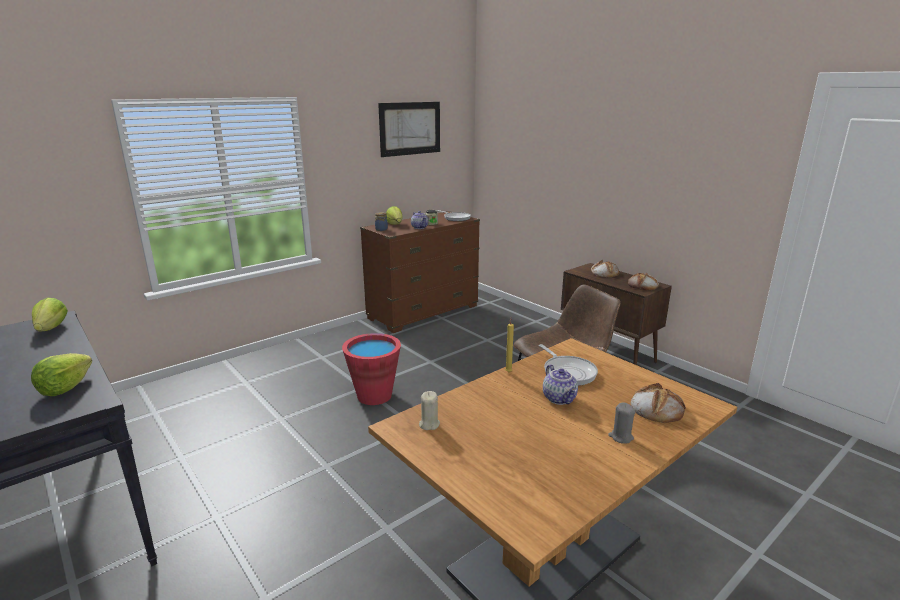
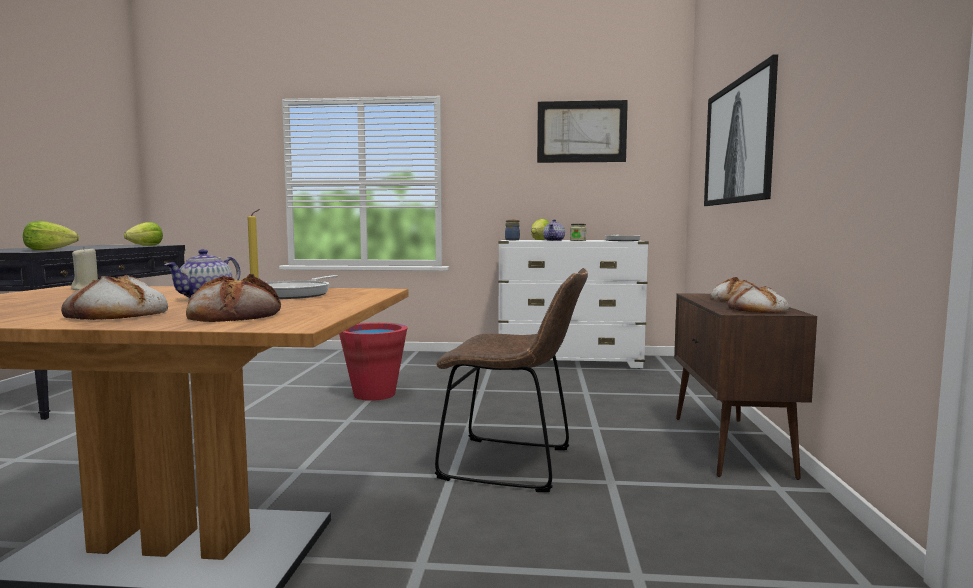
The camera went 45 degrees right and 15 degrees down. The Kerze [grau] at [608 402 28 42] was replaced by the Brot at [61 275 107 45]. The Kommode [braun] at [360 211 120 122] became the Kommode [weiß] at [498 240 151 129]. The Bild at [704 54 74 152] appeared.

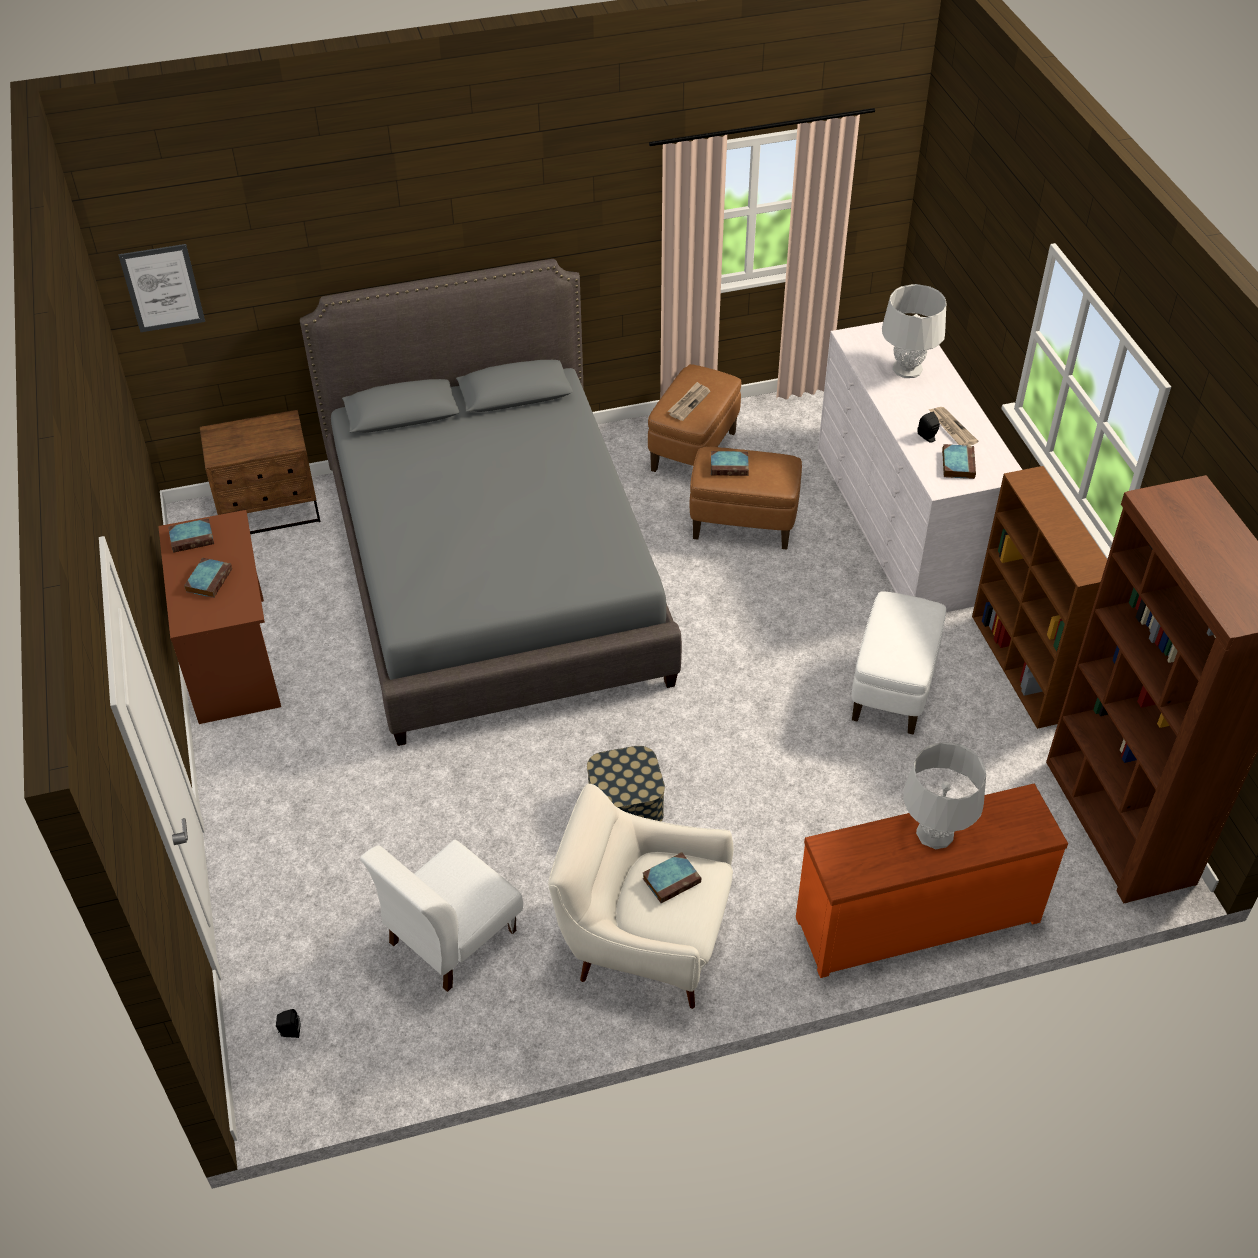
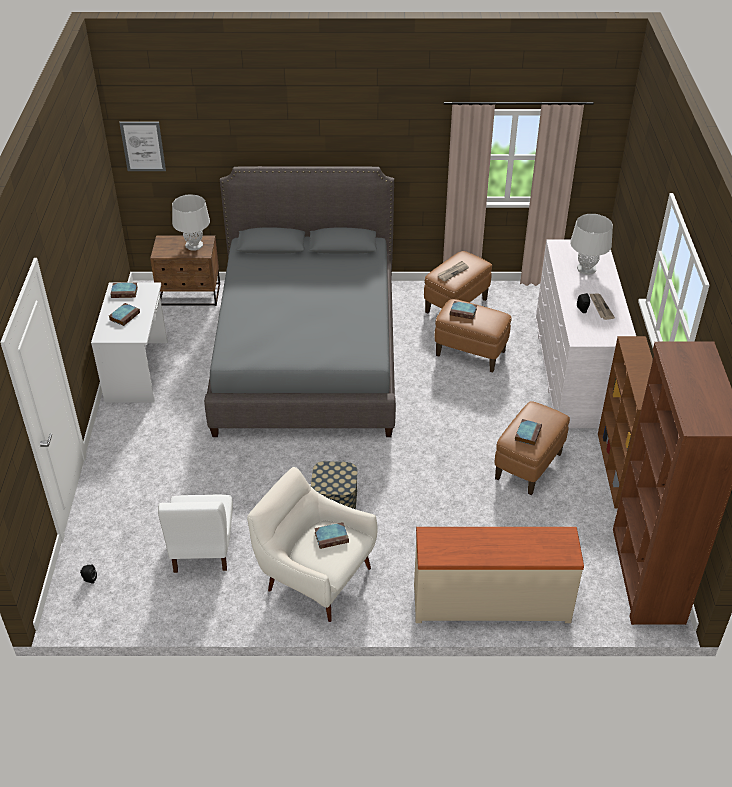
The camera went 15 degrees right and 5 degrees down. The Schreibtisch [braun] at [158 510 123 214] became the Schreibtisch [weiß] at [91 283 76 120]. The Stuhl [weiß] at [360 839 163 153] turned 60 degrees counterclockwise. The Tischlampe [grau] moved from [903 742 83 107] to [172 194 38 57]. The Kommode [orange] at [796 784 272 194] became the Kommode [beige] at [414 527 170 96]. The Polsterhocker [weiß] at [852 591 94 144] became the Polsterhocker [braun] at [495 401 75 94]. The Buch moved from [942 444 34 35] to [515 419 27 27].

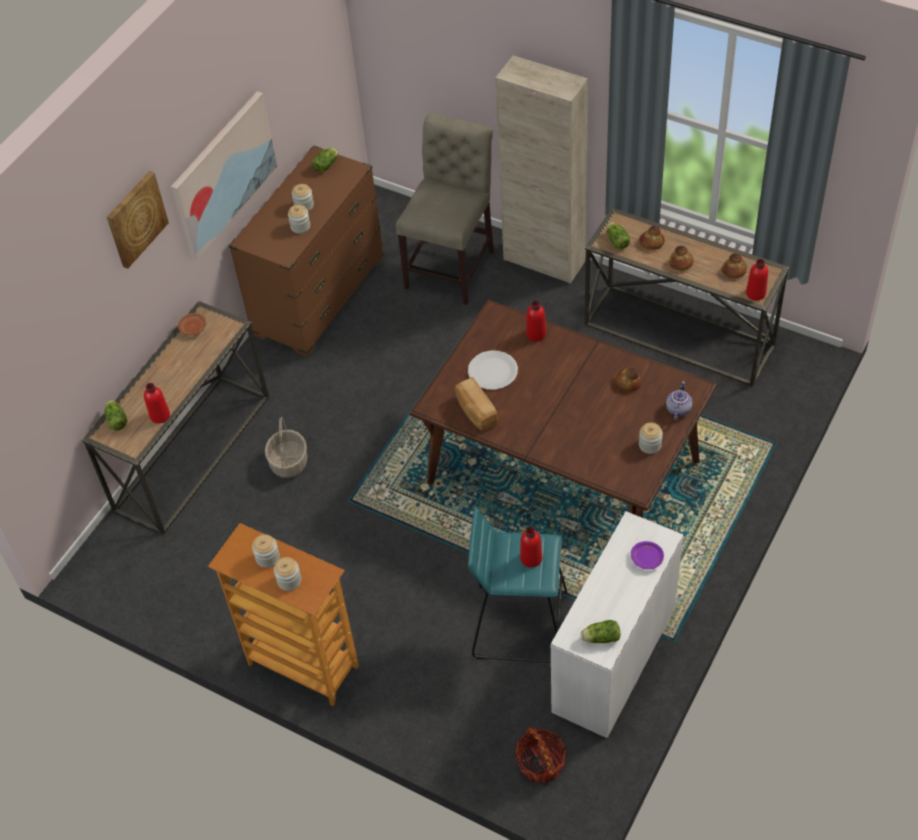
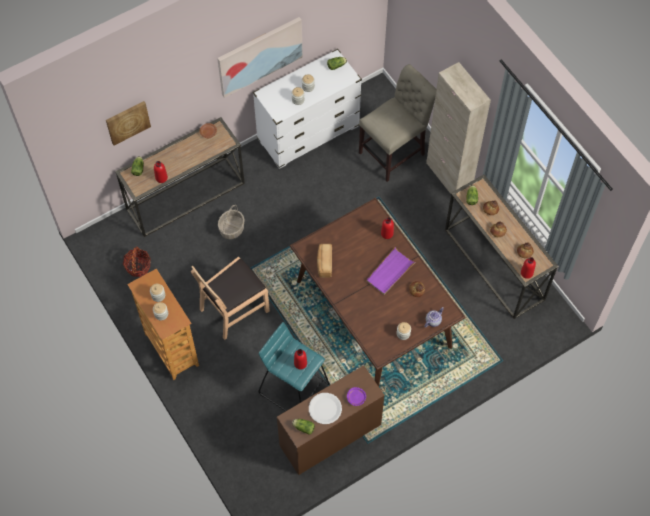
The camera went 25 degrees right and 10 degrees up. The Bild moved from [107 171 62 98] to [106 101 45 45]. The Korb moved from [515 728 52 55] to [123 246 28 31]. The Stuhl [braun] at [191 257 79 83] appeared. The Kommode [braun] at [229 145 155 212] became the Kommode [weiß] at [253 49 109 120]. The Schreibtisch [weiß] at [551 511 132 227] became the Schreibtisch [braun] at [277 365 108 110]. The Teller [weiß] moved from [468 351 50 39] to [309 393 33 31]. The Tablett [lila] at [366 247 49 48] appeared.

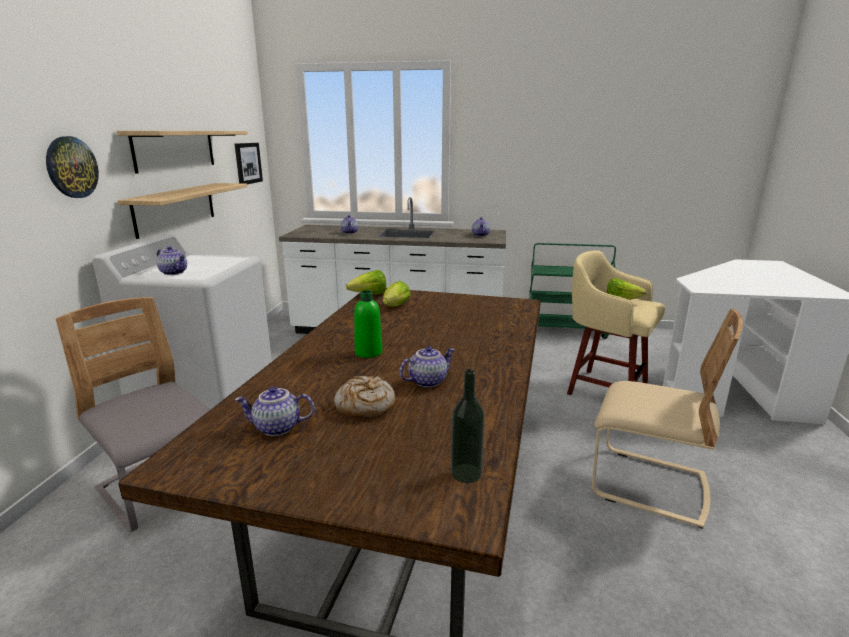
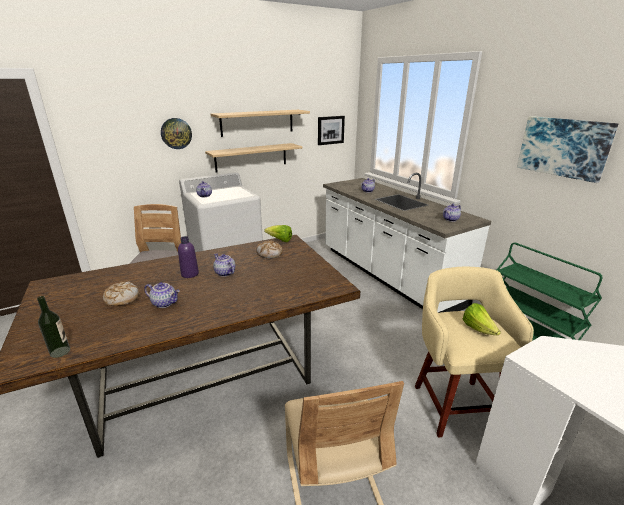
The camera went 50 degrees right and 5 degrees up. The Flasche [grün] at [354 290 28 68] became the Flasche [lila] at [178 236 21 42]. The Teekanne moved from [235 386 79 50] to [213 253 22 24]. The Salatkopf at [383 281 28 25] was replaced by the Brot at [256 241 27 17]. The Bild at [517 116 101 67] appeared.

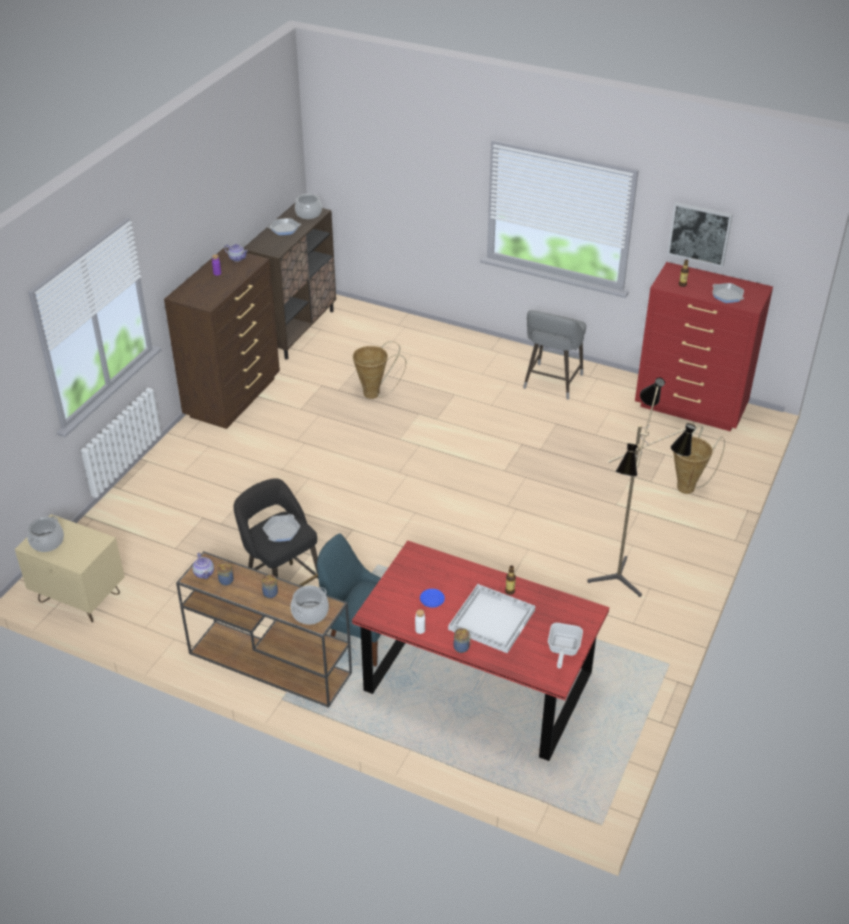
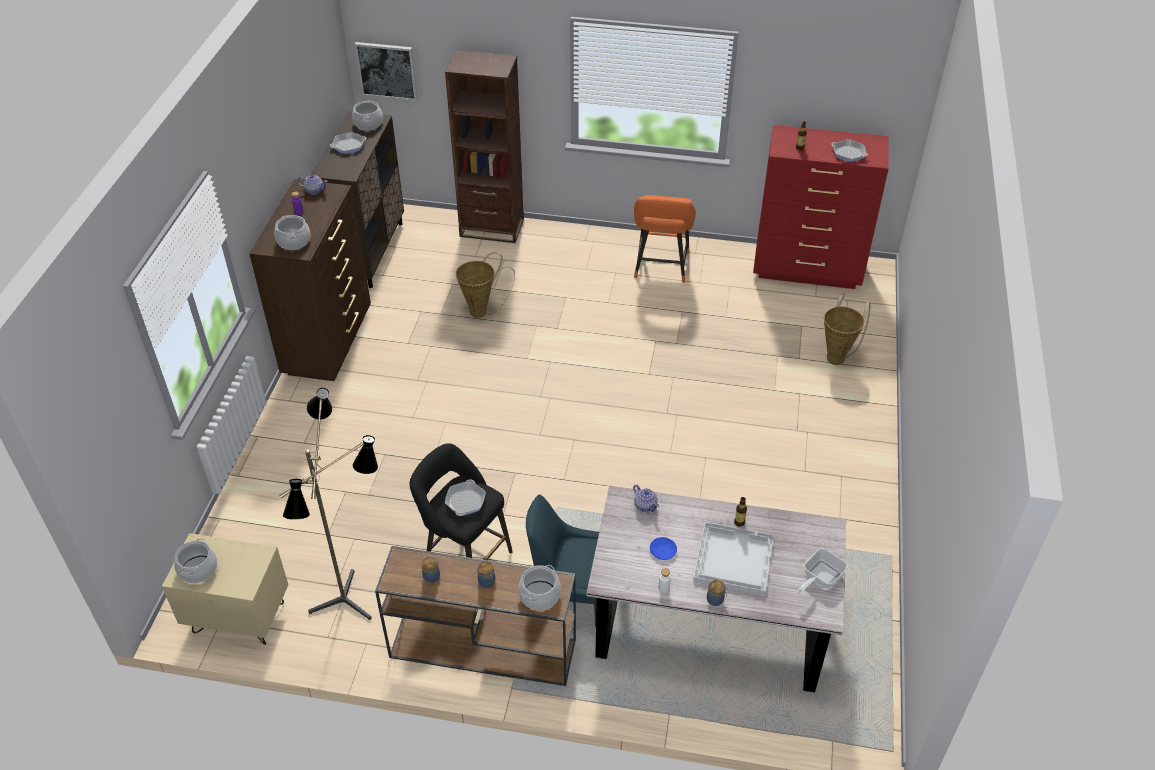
The camera went 15 degrees left and 5 degrees up. The Kochtopf at [274 215 37 35] appeared. The Stehlampe moved from [587 378 109 219] to [279 388 99 232]. The Bild moved from [667 202 66 65] to [355 42 63 59]. The Bücherregal [braun] at [445 50 79 193] appeared. The Esstisch [rot] at [352 540 258 221] became the Esstisch [grau] at [586 485 260 207]. The Teekanne moved from [192 553 22 26] to [633 484 26 28]. The Hocker [grau] at [523 310 63 90] became the Hocker [orange] at [634 195 62 88]. The Pfanne at [548 623 35 46] turned 45 degrees clockwise.

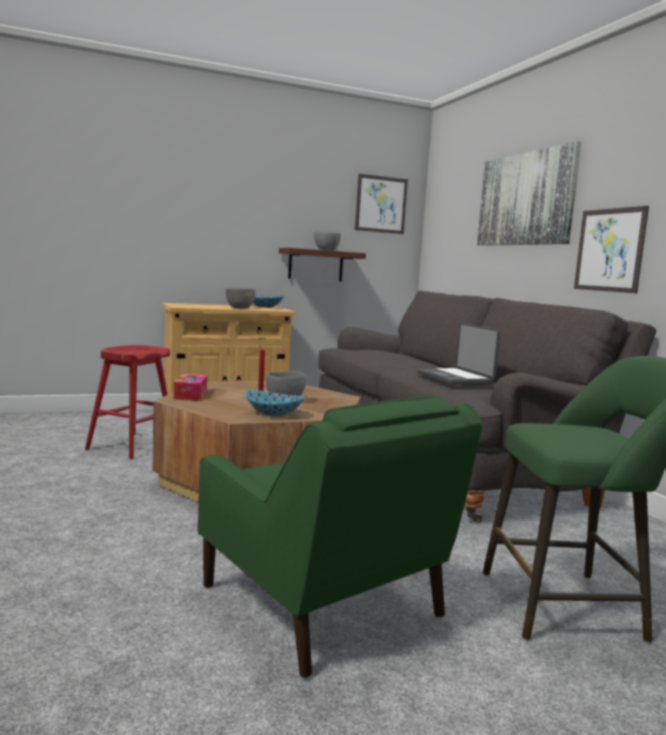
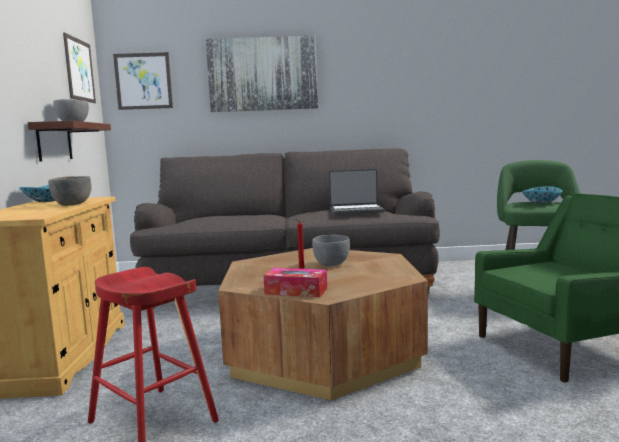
The camera went 70 degrees left and 0 degrees up. The Bild moved from [574 206 75 87] to [113 52 60 58]. The Schüssel moved from [245 390 60 27] to [522 186 40 18].

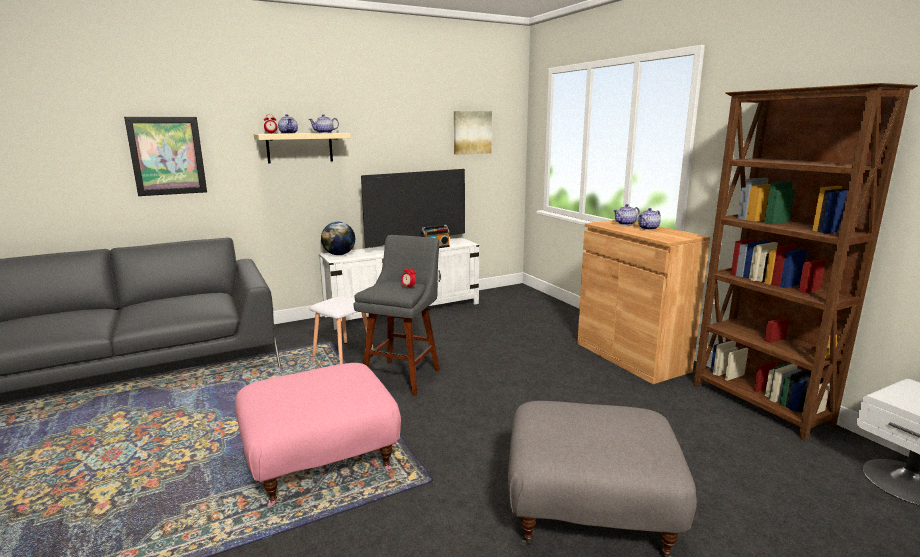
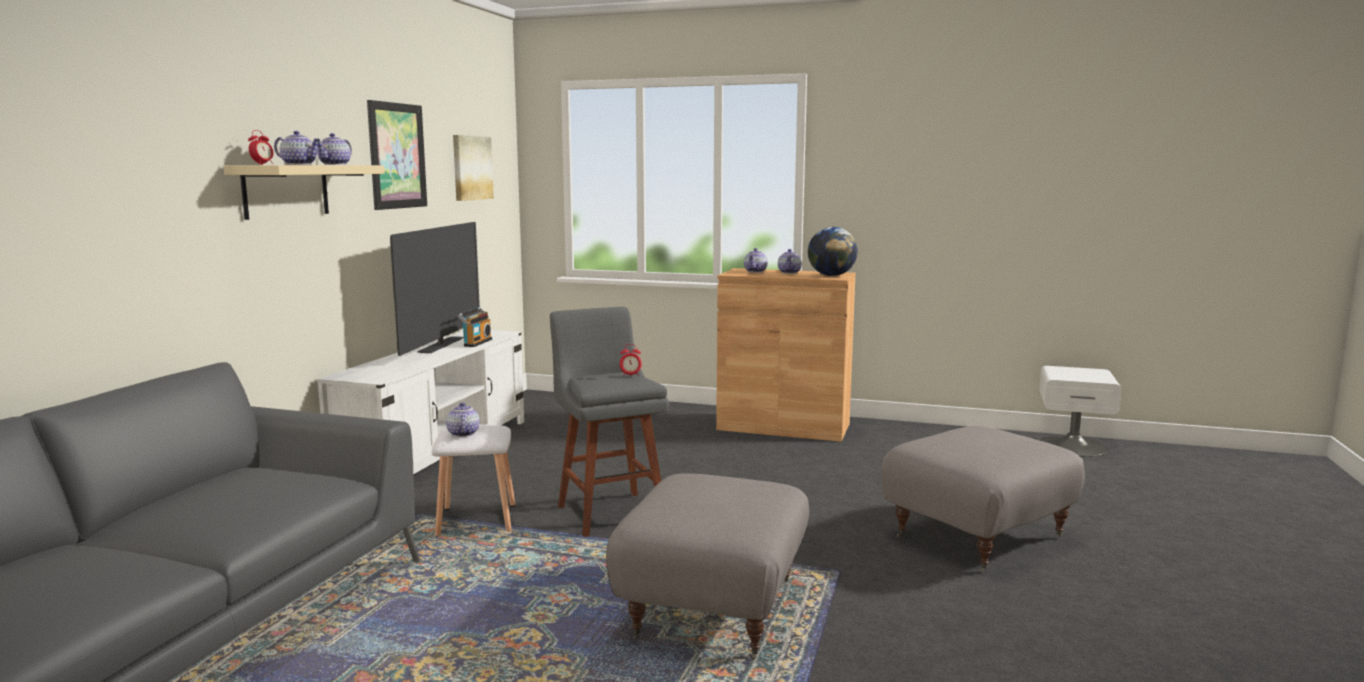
The camera went 45 degrees left and 5 degrees down. The Bild moved from [124 117 83 79] to [367 100 60 110]. The Teekanne at [446 402 34 35] appeared. The Polsterhocker [rosa] at [235 363 166 144] became the Polsterhocker [grau] at [606 473 203 187]. The Globus moved from [321 222 34 33] to [808 227 50 49]. The Bücherregal [braun] at [694 83 224 358] disappeared.

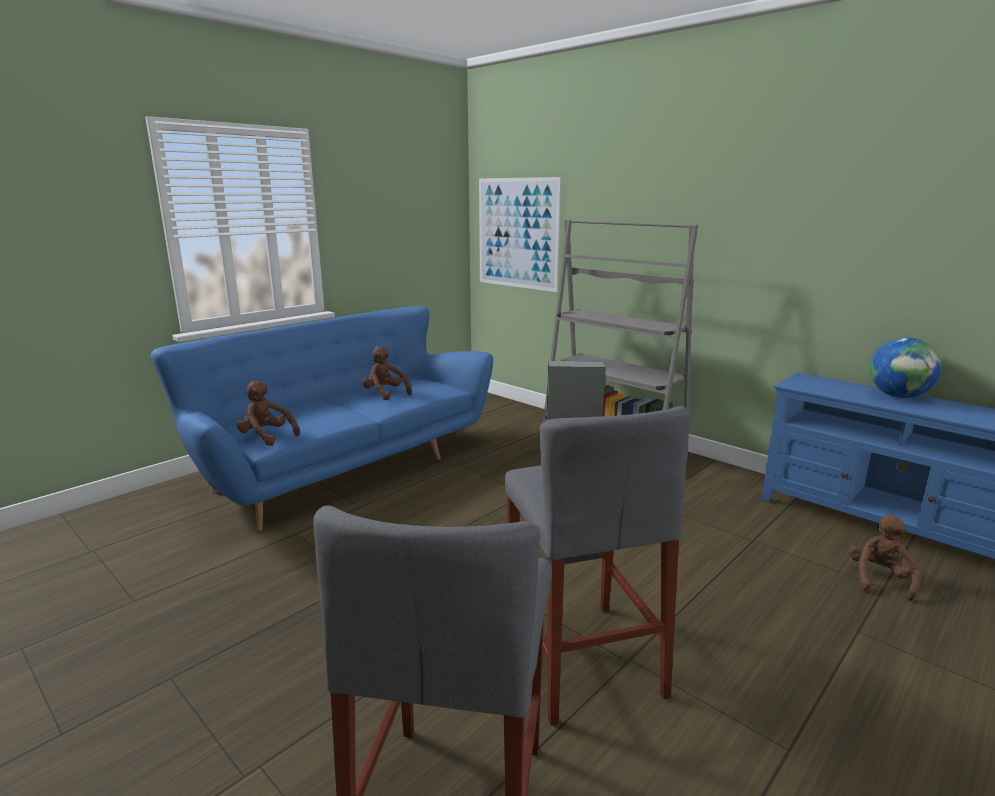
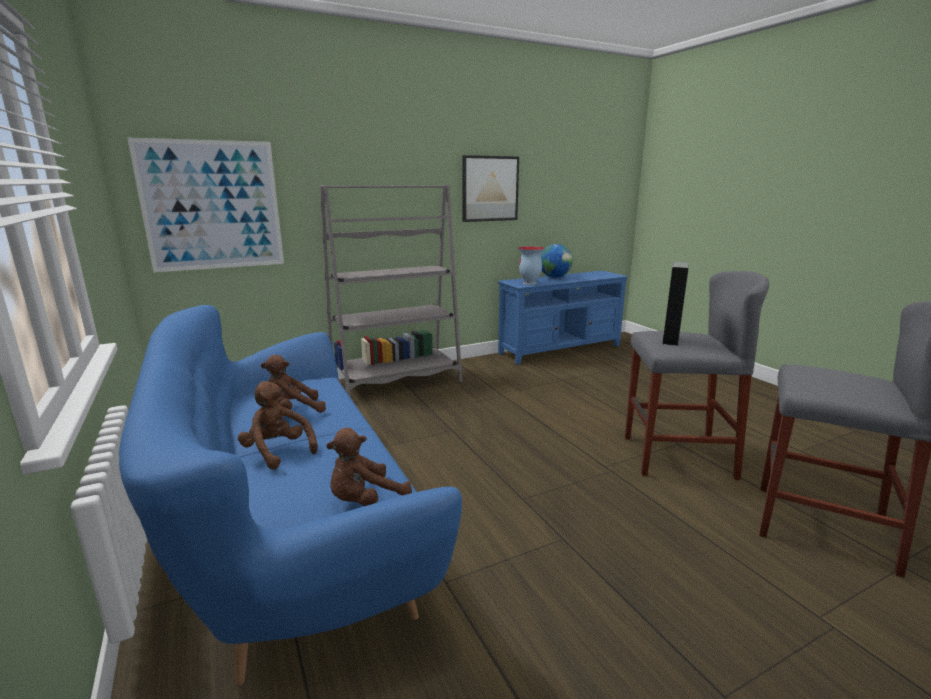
The camera went 70 degrees left and 0 degrees up. The Plüschtier [braun] moved from [849 514 72 87] to [238 381 80 89]. The Bild at [462 155 57 67] appeared. The Vase at [518 246 27 39] appeared.

